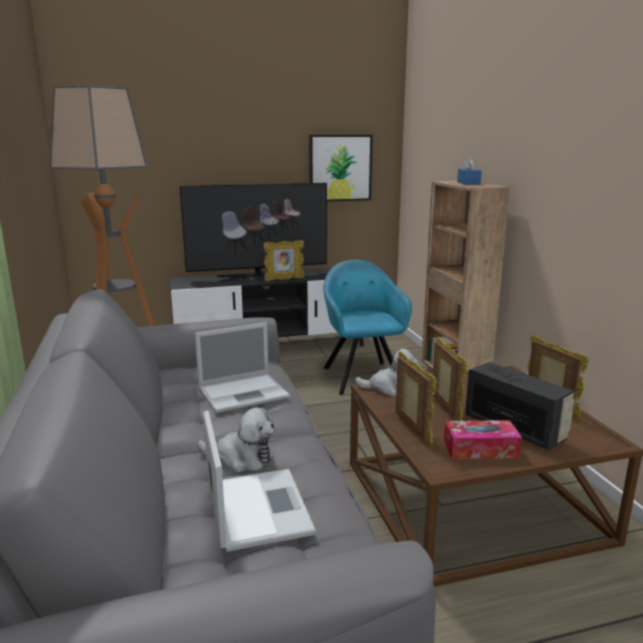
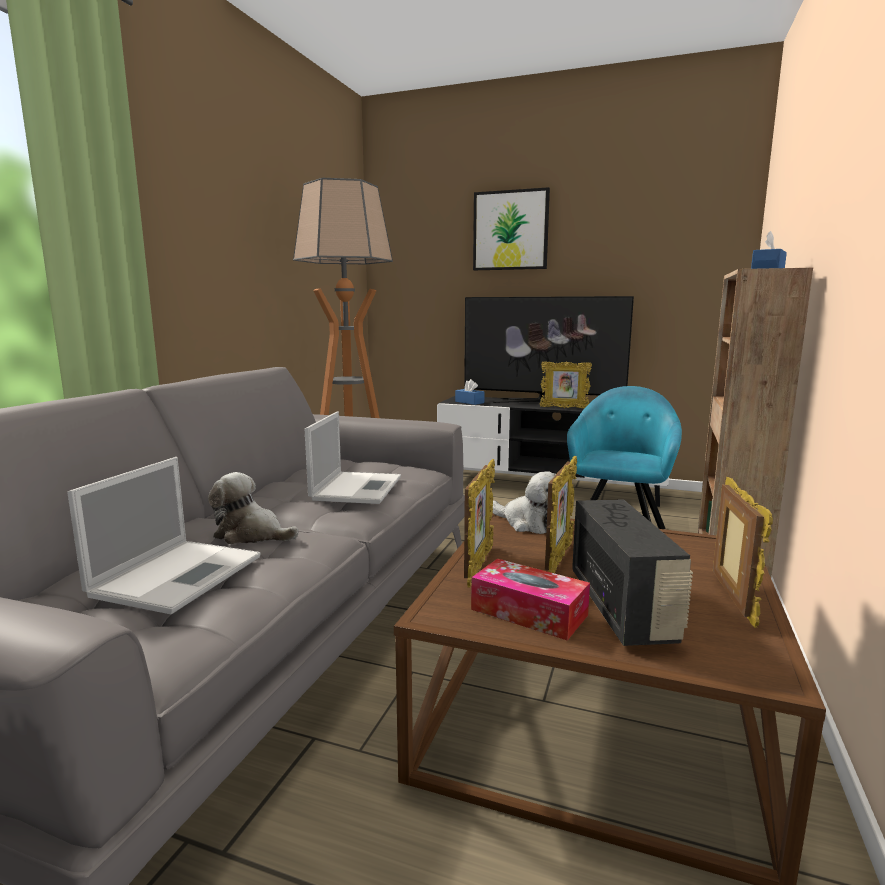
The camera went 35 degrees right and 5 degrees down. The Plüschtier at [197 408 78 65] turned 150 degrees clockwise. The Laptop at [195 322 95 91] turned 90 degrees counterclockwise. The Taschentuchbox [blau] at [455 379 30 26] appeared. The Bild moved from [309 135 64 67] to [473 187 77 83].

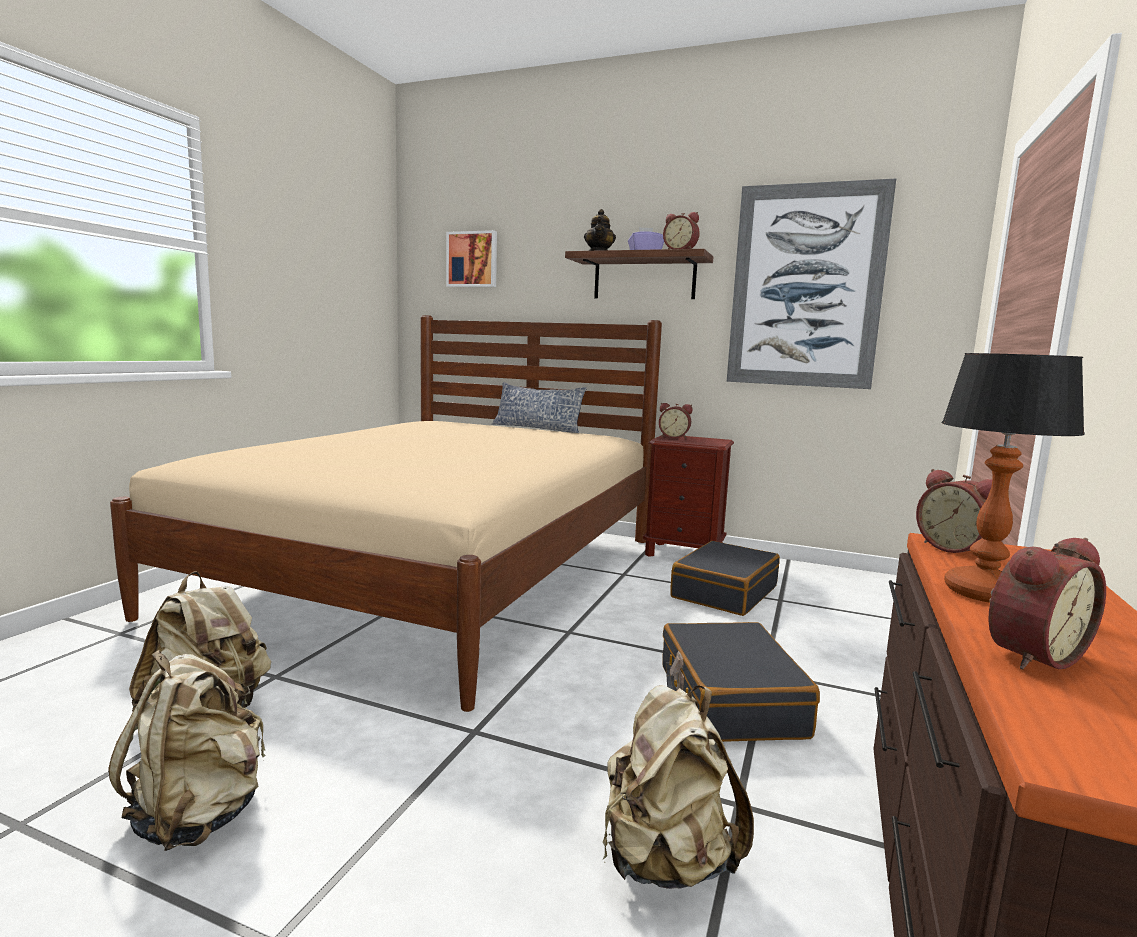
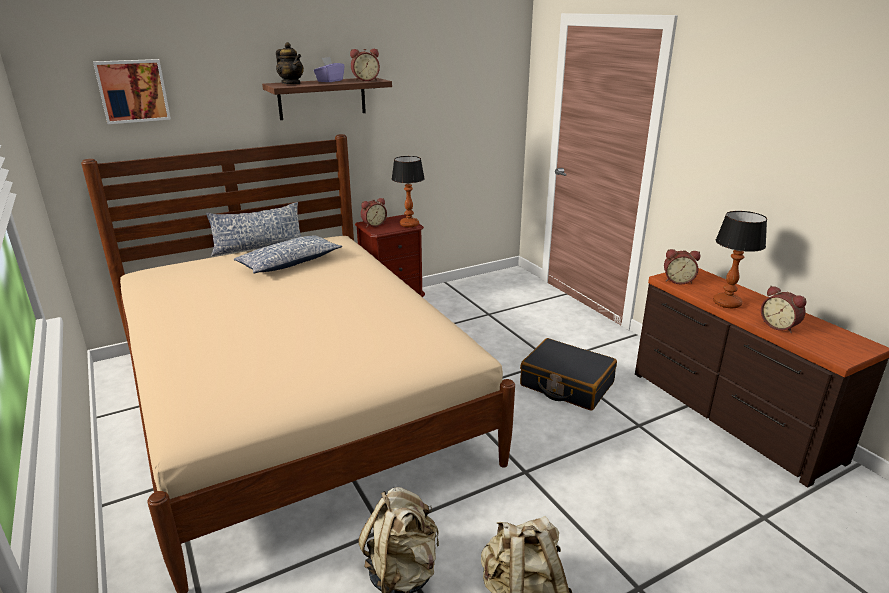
The camera went 50 degrees left and 15 degrees up. The Kissen at [234 235 108 39] appeared. The Tischlampe at [392 156 33 71] appeared. The Wecker at [988 538 118 132] turned 135 degrees clockwise. The Rucksack [beige] at [603 685 151 204] disappeared. The Koffer [schwarz] at [670 541 110 75] disappeared. The Bild at [727 178 169 211] disappeared.

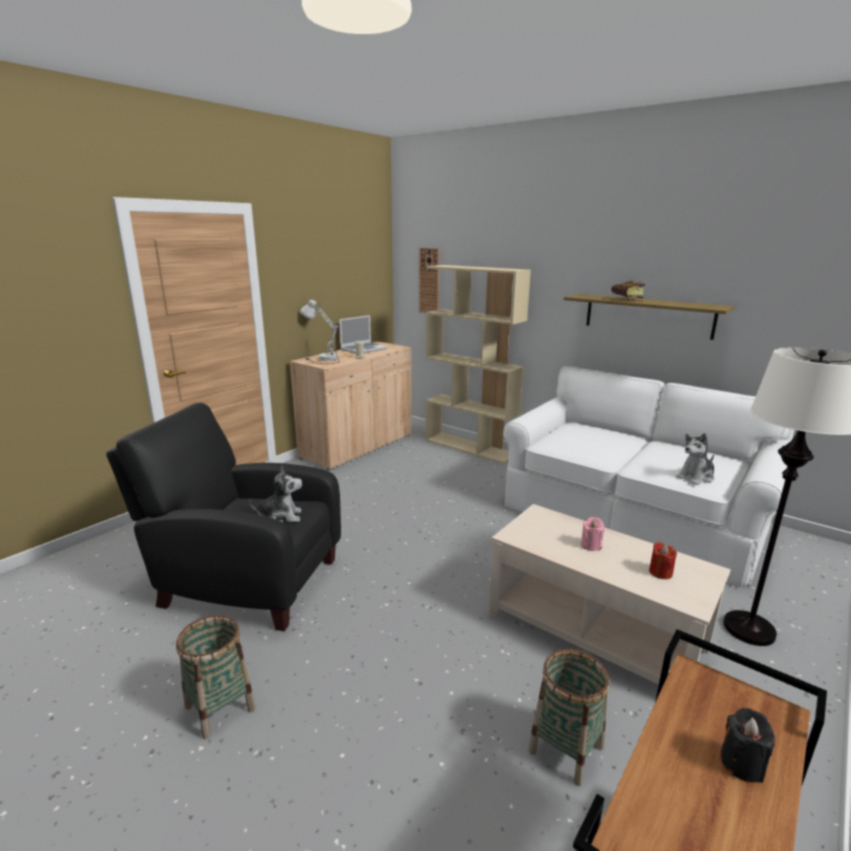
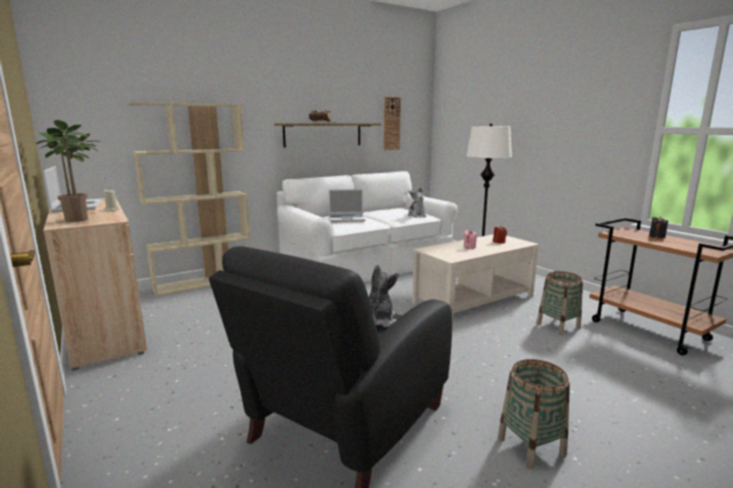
The camera went 70 degrees left and 5 degrees down. The Tischlampe [weiß] at [300 300 40 64] was replaced by the Topfpflanze at [36 120 65 102]. The Laptop at [328 189 38 33] appeared. The Wanduhr moved from [419 248 21 65] to [384 97 17 53].

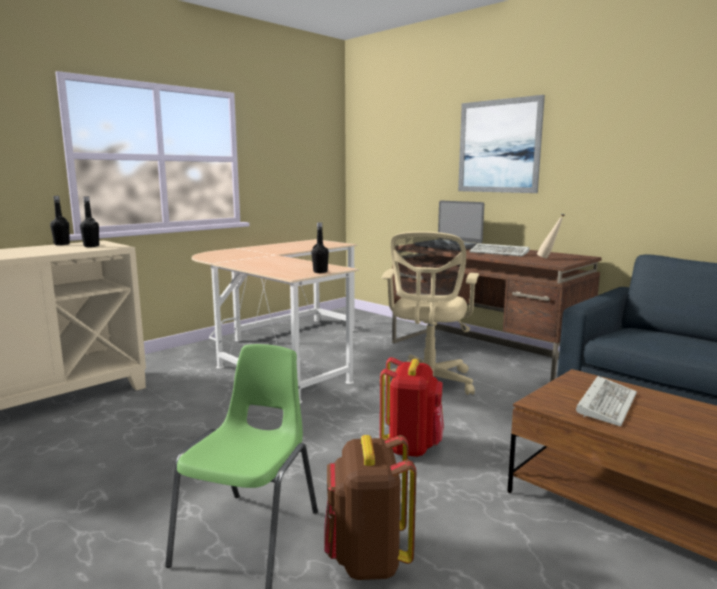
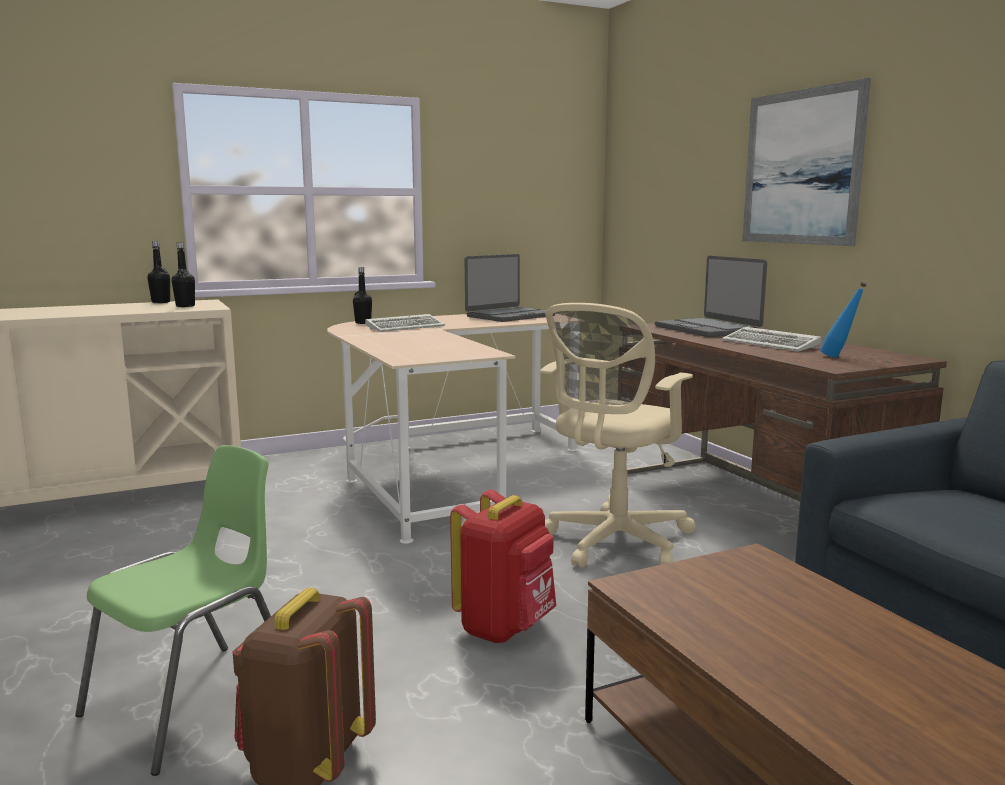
The camera went 20 degrees right and 0 degrees up. The Flasche [schwarz] moved from [311 222 18 51] to [353 267 19 57]. The Tastatur moved from [576 376 61 50] to [365 314 80 18]. The Laptop at [465 254 81 68] appeared. The Flasche [beige] at [537 214 28 45] became the Flasche [blau] at [820 282 47 76].

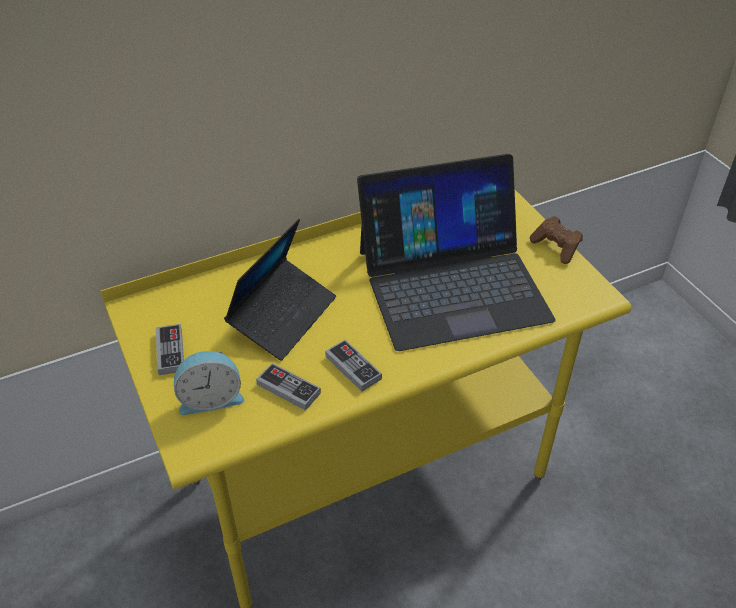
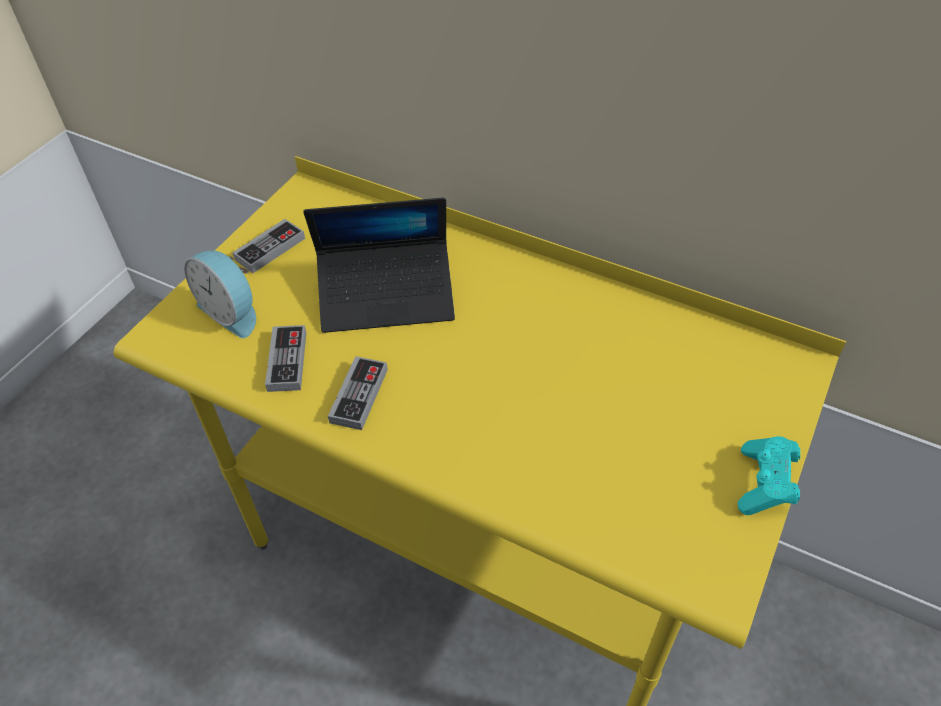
The camera went 55 degrees right and 5 degrees up. The Gamepad [braun] at [530 216 53 48] became the Gamepad [türkis] at [738 436 62 79]. The Laptop at [357 154 199 197] disappeared.

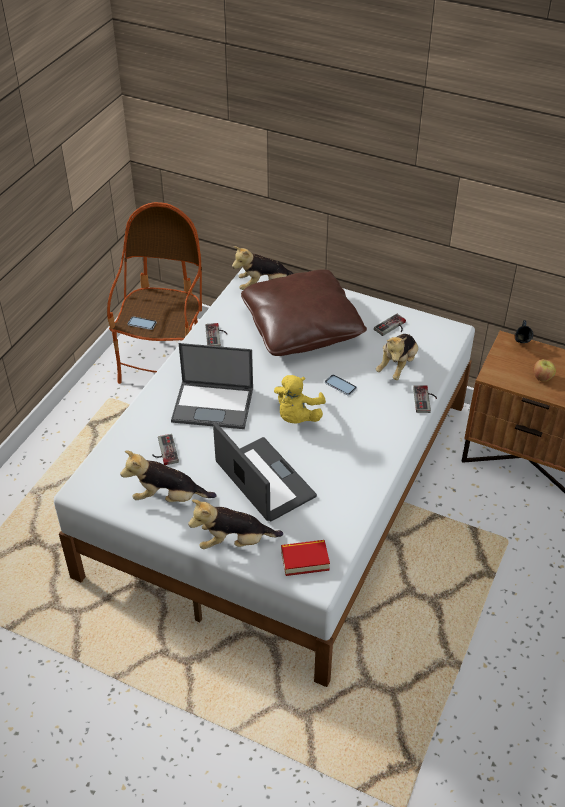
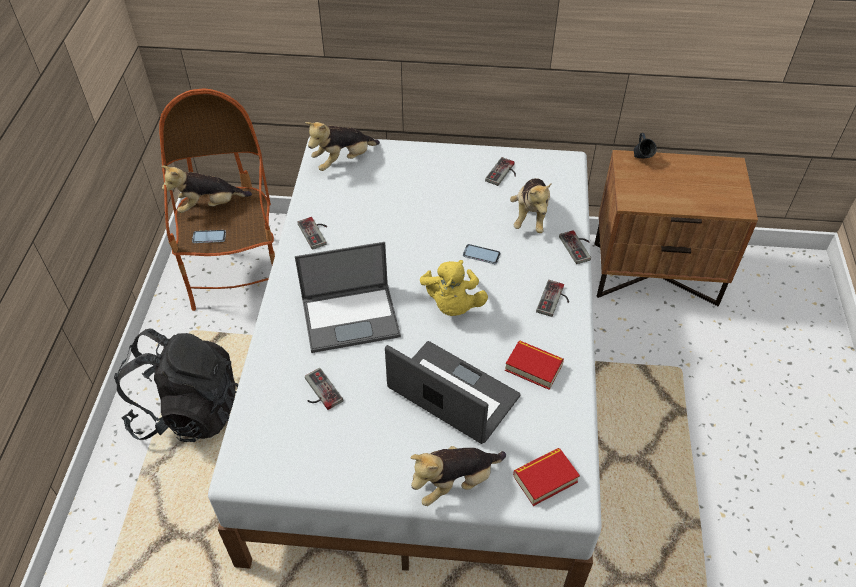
The camera went 20 degrees left and 5 degrees up. The Rucksack [schwarz] at [114 329 124 113] appeared. The Plüschtier moved from [120 451 97 51] to [161 165 91 48]. The Buch at [505 341 59 49] appeared. The Gamepad at [536 280 33 37] appeared. The Kissen [braun] at [241 270 126 86] disappeared. The Apfel at [533 359 23 23] disappeared.

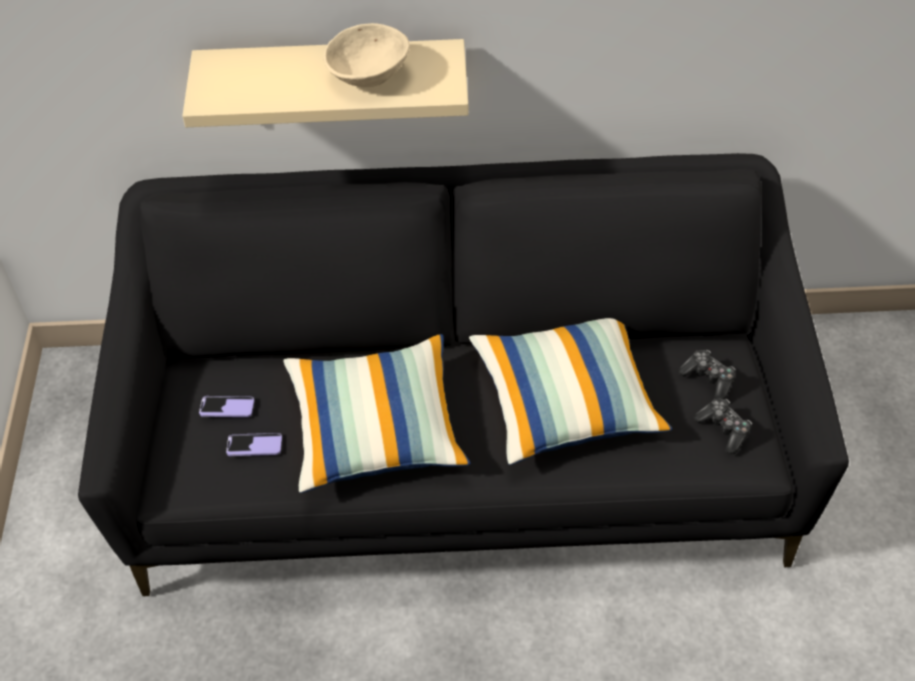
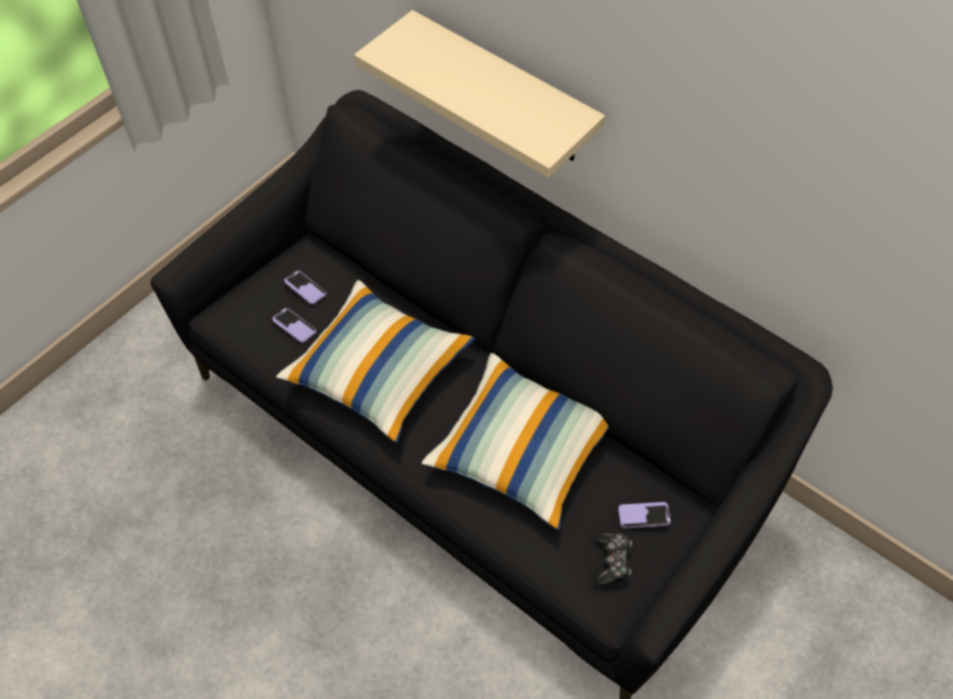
The camera went 40 degrees right and 5 degrees up. The Gamepad at [678 350 58 49] was replaced by the Handy at [618 502 53 26]. The Schüssel [beige] at [323 23 87 64] disappeared.

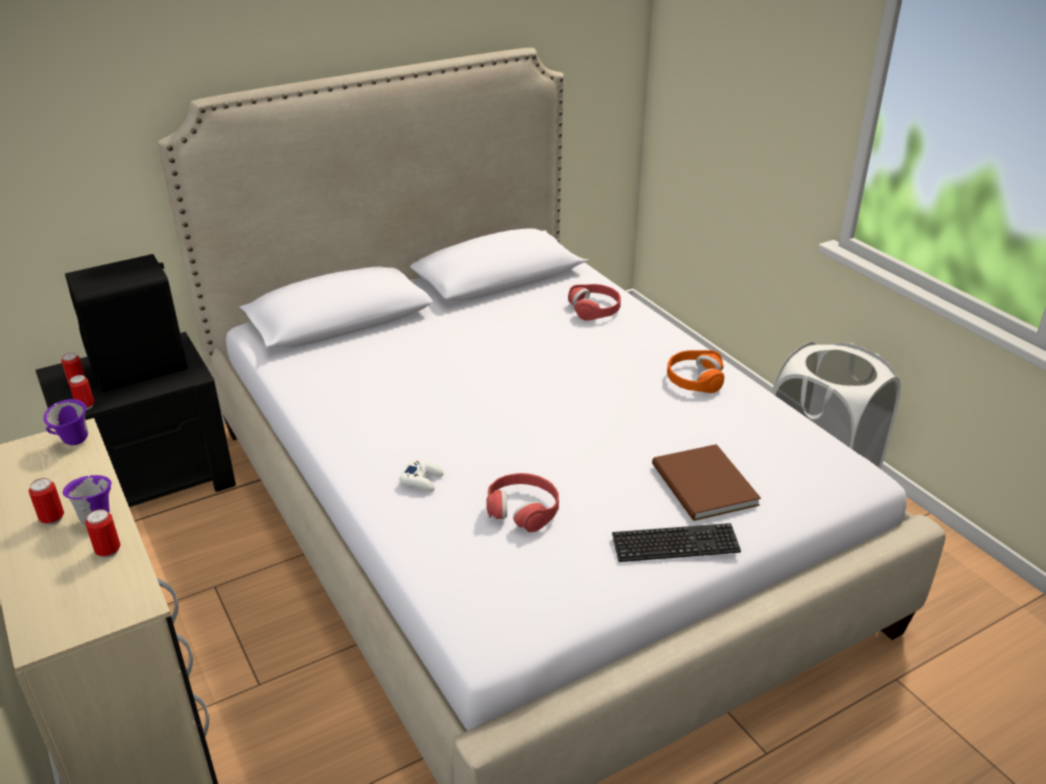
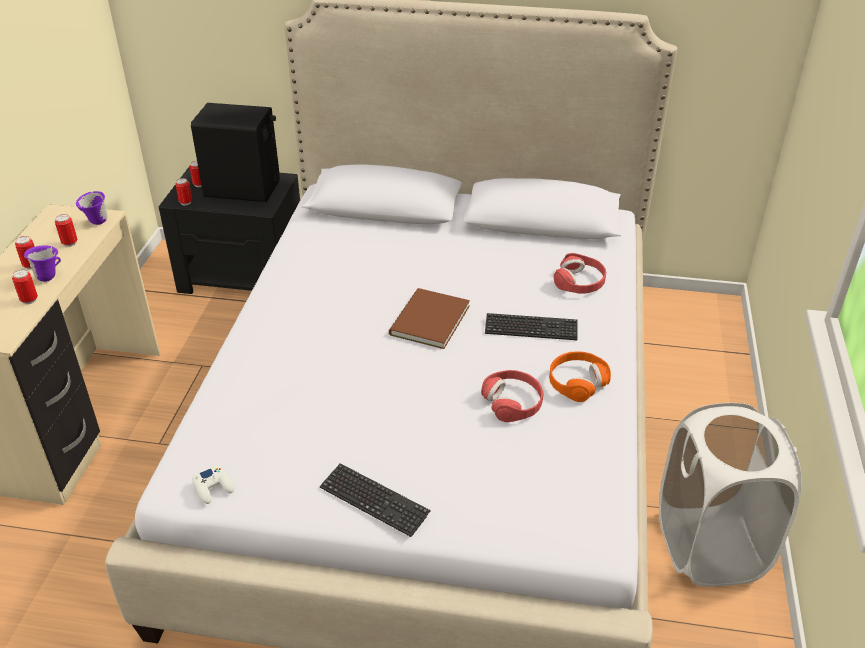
The camera went 40 degrees right and 5 degrees up. The Dose at [55 214 22 33] appeared. The Gamepad [weiß] moved from [399 461 44 31] to [192 465 42 39]. The Buch [braun] moved from [652 444 109 77] to [389 288 81 61]. The Kopfhörer [rot] moved from [486 473 73 59] to [481 370 62 52]. The Tastatur at [485 313 93 27] appeared.

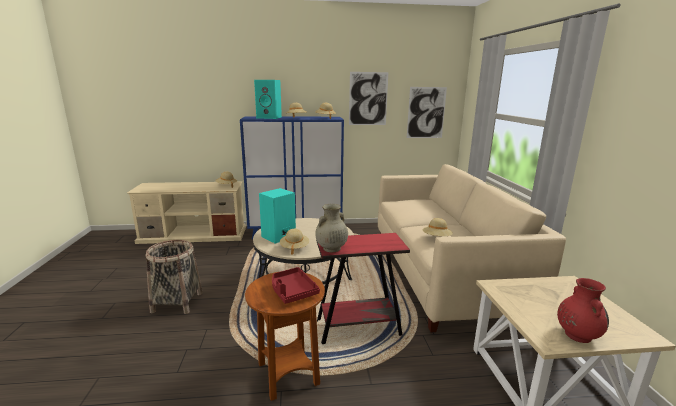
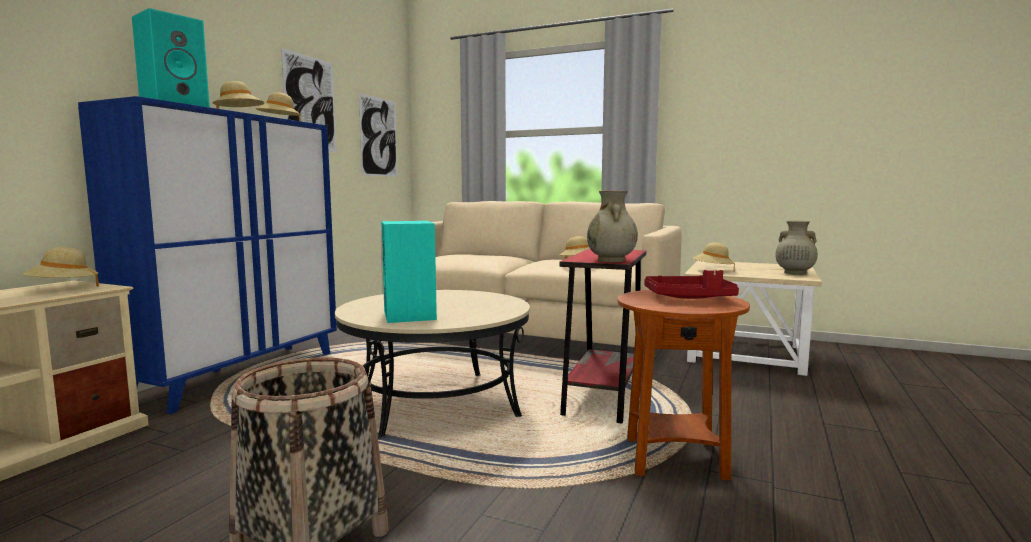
The camera went 60 degrees left and 10 degrees down. The Hut [beige] moved from [280 229 29 26] to [693 242 42 28]. The Vase [rot] at [557 278 52 65] became the Vase [beige] at [776 221 42 54].

